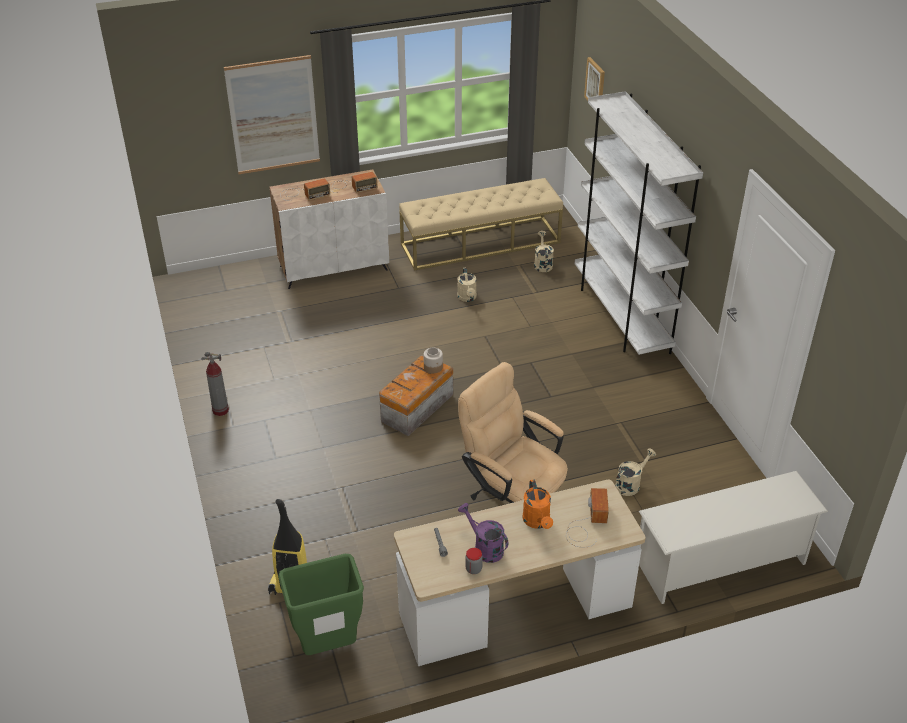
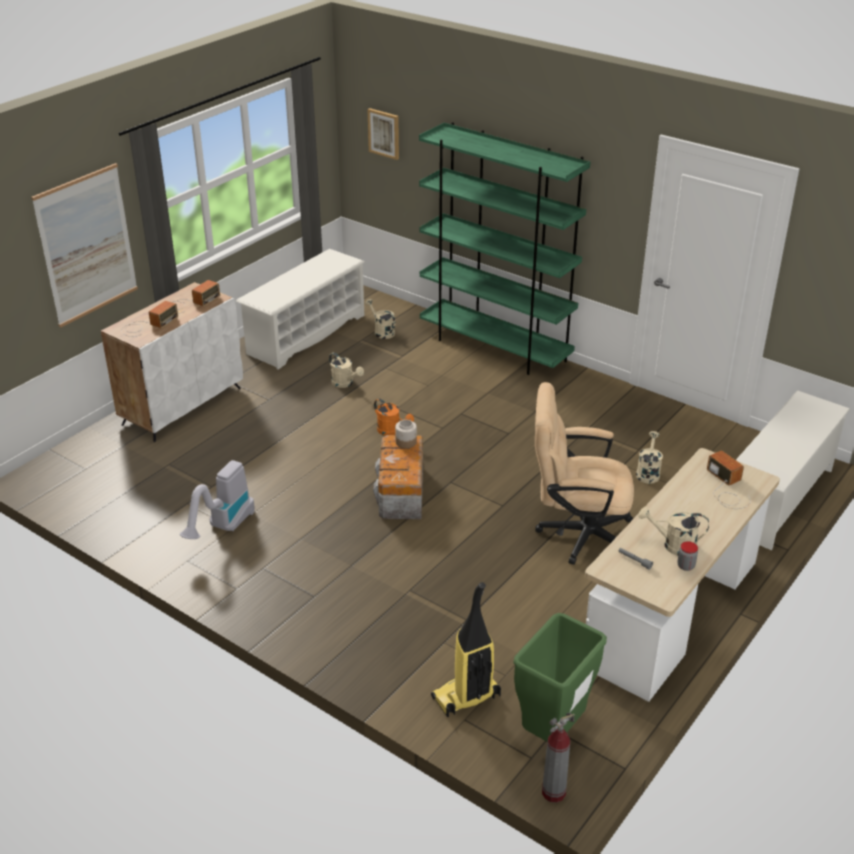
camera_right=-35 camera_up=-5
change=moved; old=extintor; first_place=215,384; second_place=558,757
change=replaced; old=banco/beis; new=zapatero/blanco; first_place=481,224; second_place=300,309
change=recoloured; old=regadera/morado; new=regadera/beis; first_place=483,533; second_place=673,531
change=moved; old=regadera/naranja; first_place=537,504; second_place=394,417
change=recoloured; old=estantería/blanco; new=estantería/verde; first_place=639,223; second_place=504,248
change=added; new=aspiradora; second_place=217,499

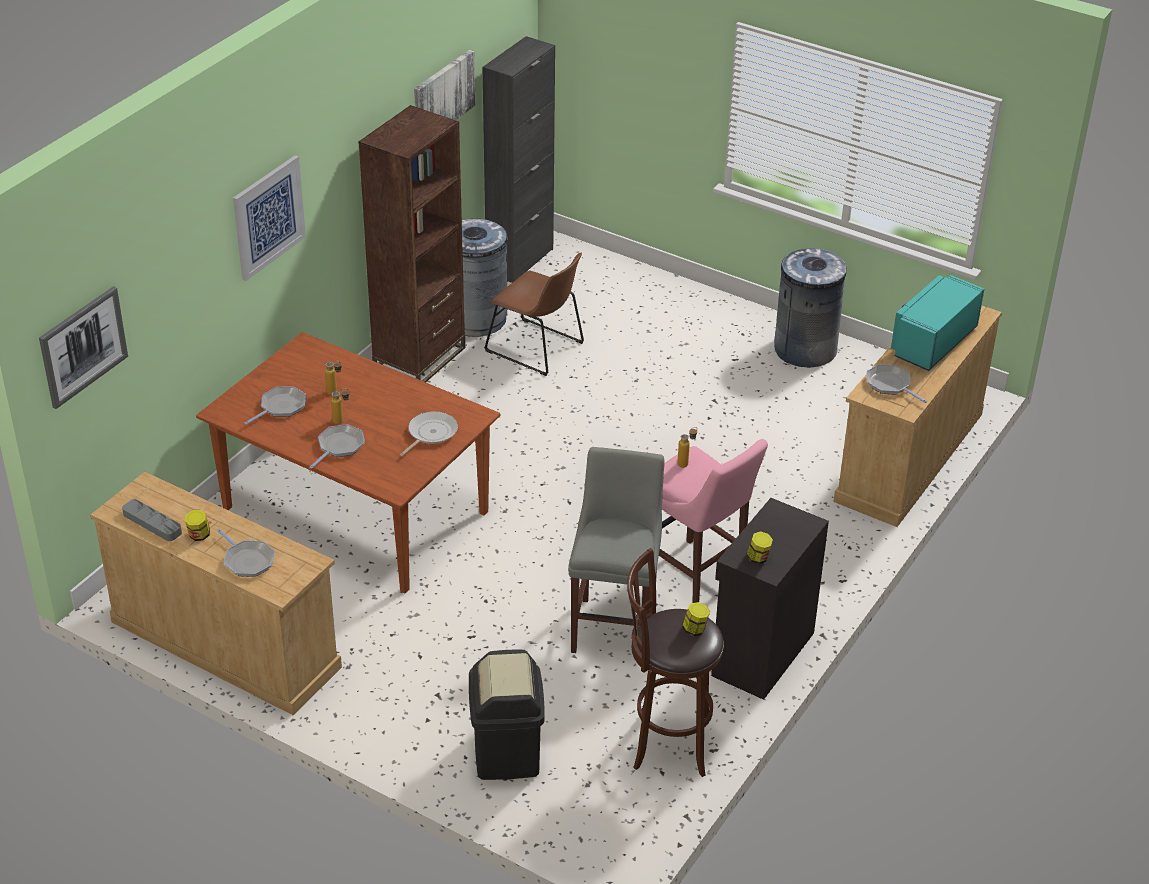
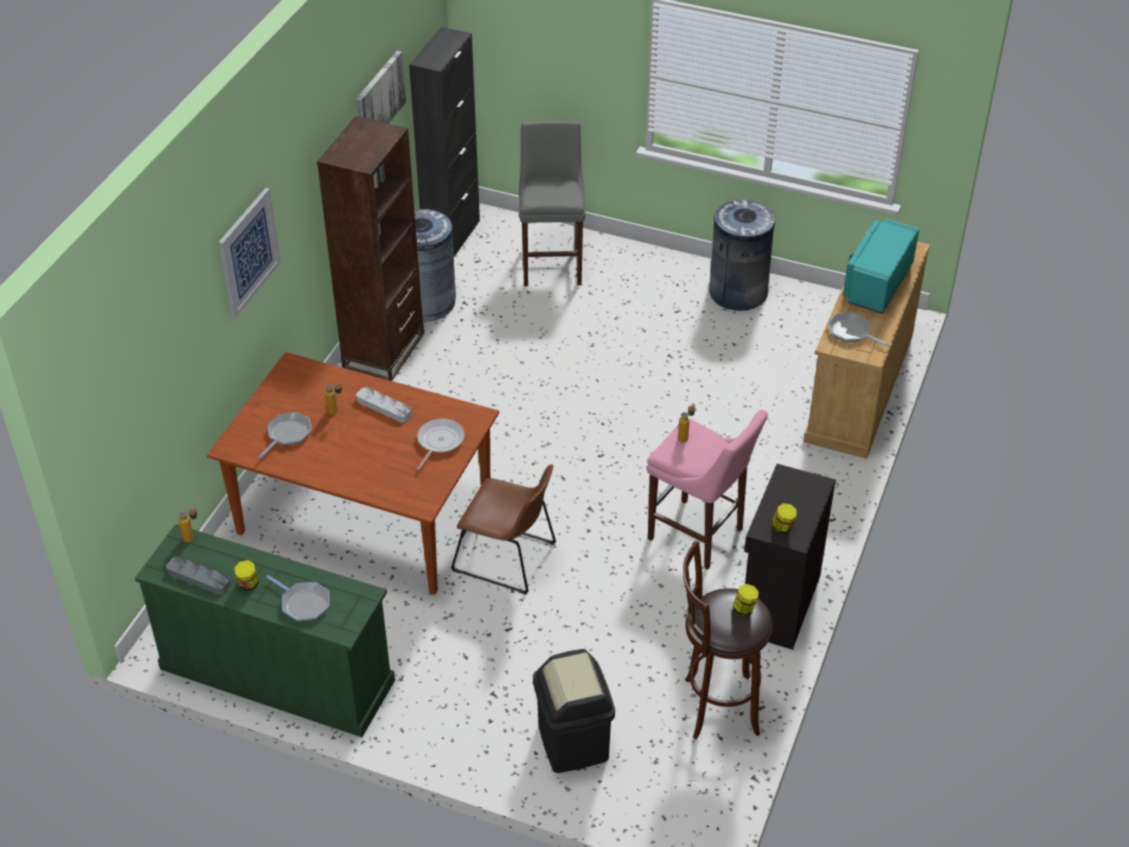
camera_right=-10 camera_up=5
change=removed; old=cuadro; first_place=83,347
change=recoloured; old=cómoda/beis; new=cómoda/verde; first_place=216,594; second_place=265,630
change=removed; old=sartén; first_place=337,446
change=moved; old=botella; first_place=340,406; second_place=188,525
change=moved; old=silla/marrón; first_place=534,314; second_place=503,529
change=moved; old=taburete/gris; first_place=616,550; second_place=552,203
change=added; new=bandeja/gris; second_place=384,405

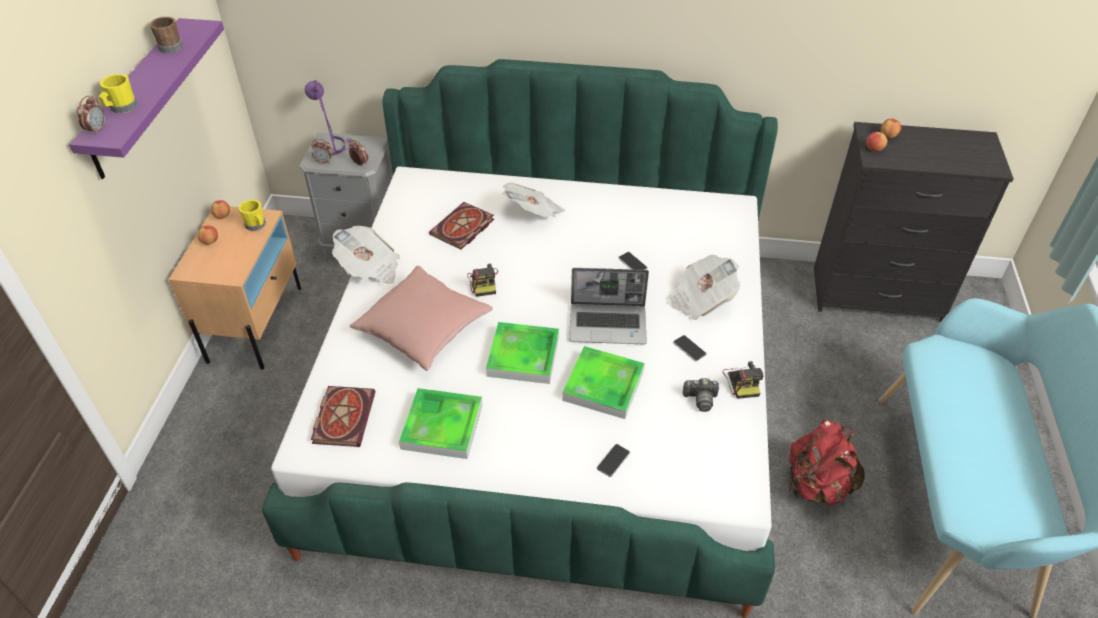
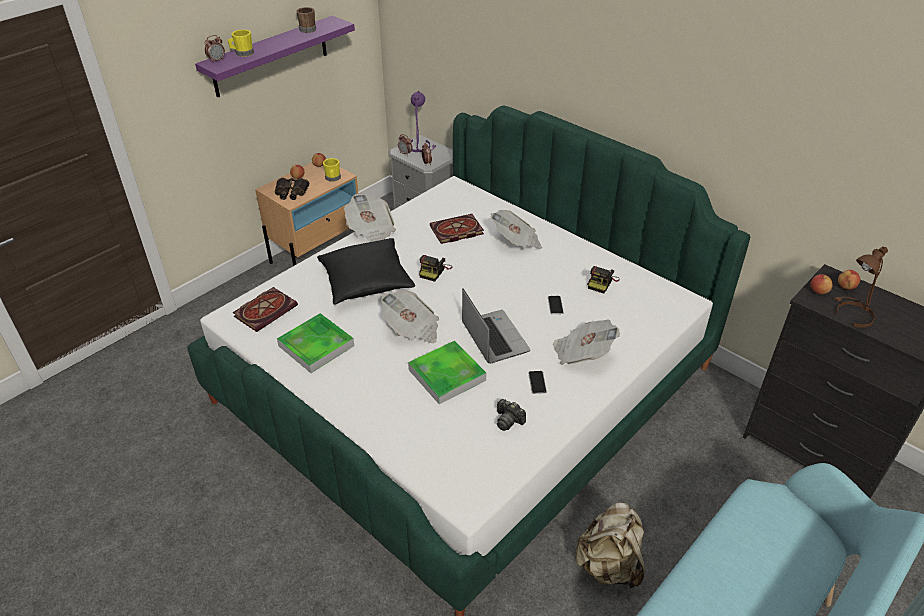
camera_right=35 camera_up=-5
change=recoloured; old=cojín/rosa; new=cojín/negro; first_place=421,318; second_place=366,271
change=replaced; old=bandeja; new=periódico; first_place=522,353; second_place=410,316
change=turned; old=portátil; first_place=609,306; second_place=496,326; degrees=-150
change=removed; old=móvil; first_place=613,460
change=moved; old=cámara; first_place=743,380; second_place=603,280
change=recoloured; old=mochila/rojo; new=mochila/beis; first_place=826,463; second_place=609,545
change=added; new=prismáticos; second_place=292,189
change=added; new=lámpara de mesa/marrón; second_place=861,287

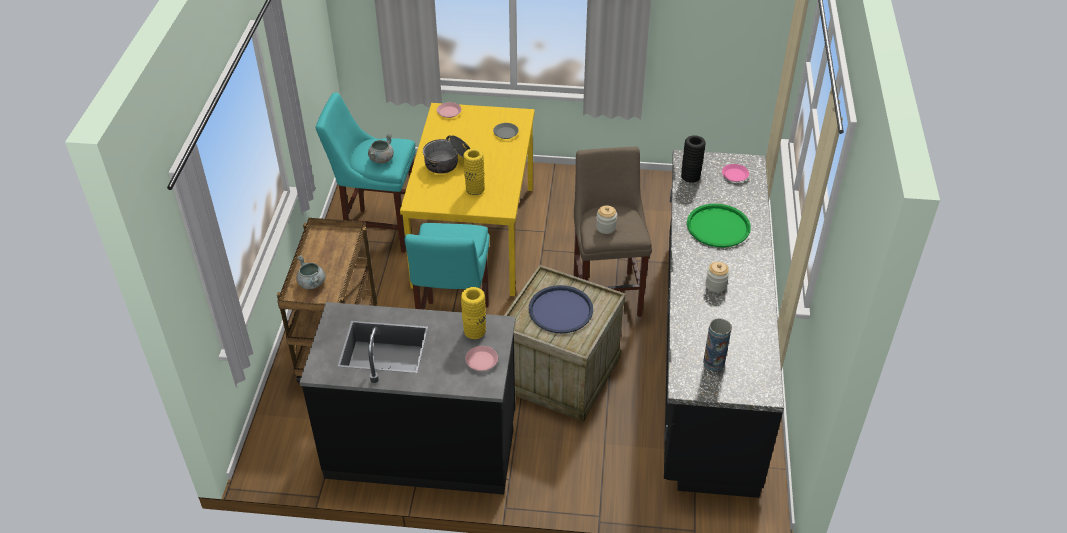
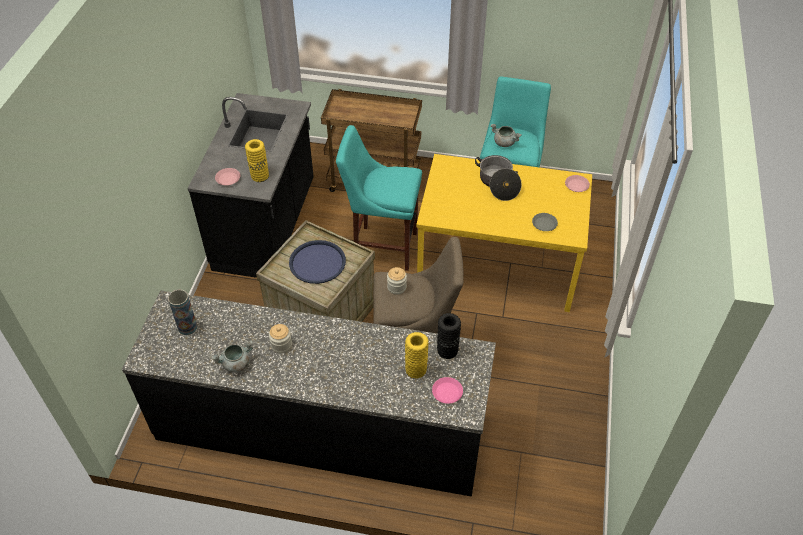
camera_right=95 camera_up=5
change=moved; old=olla/gris; first_place=311,272; second_place=232,356
change=moved; old=florero/amarillo; first_place=474,171; second_place=417,355
change=removed; old=bandeja/verde; first_place=719,226

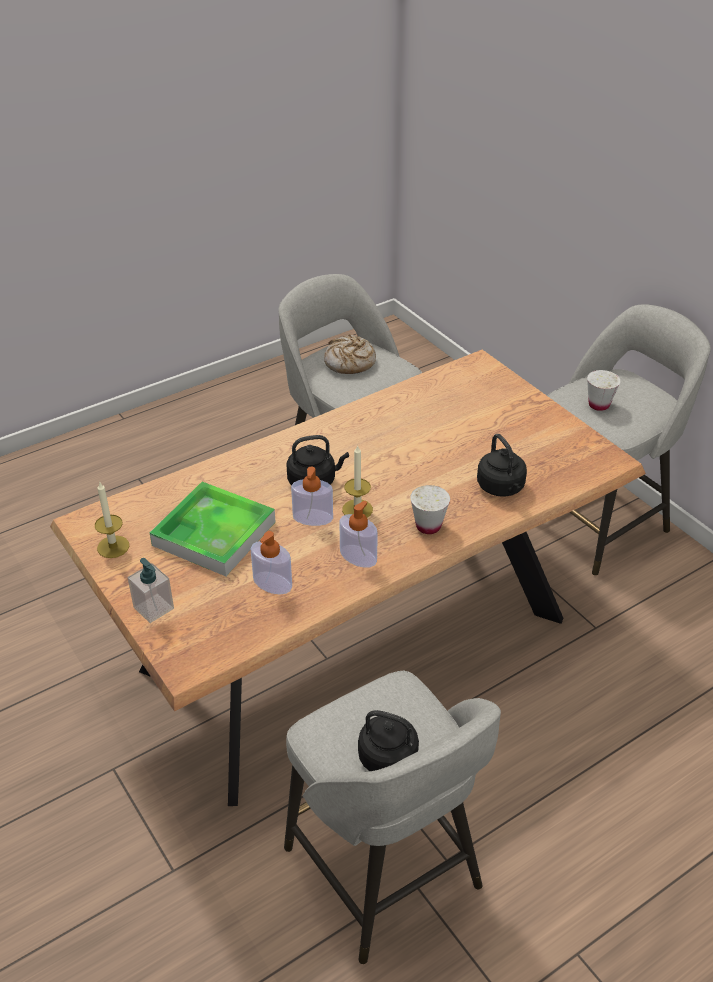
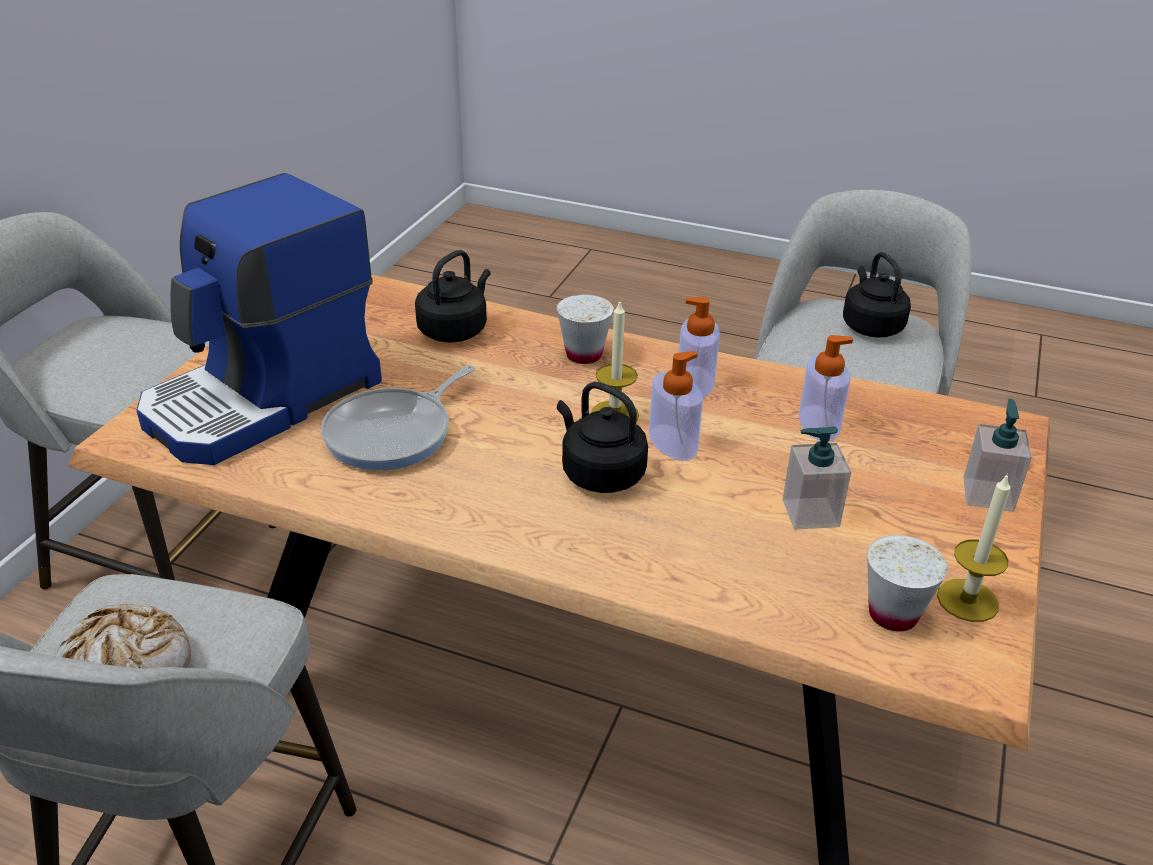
camera_right=-125 camera_up=-5
change=replaced; old=bandeja; new=dispensador de jabón; first_place=213,529; second_place=817,478
change=moved; old=taza/blanco; first_place=604,390; second_place=907,583
change=added; new=cafetera; second_place=259,319
change=added; new=sartén; second_place=398,417

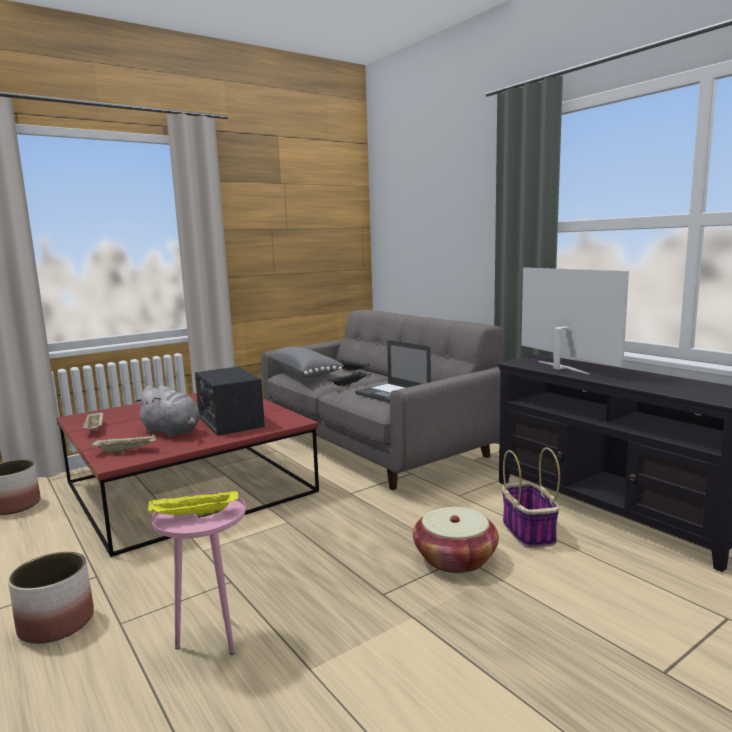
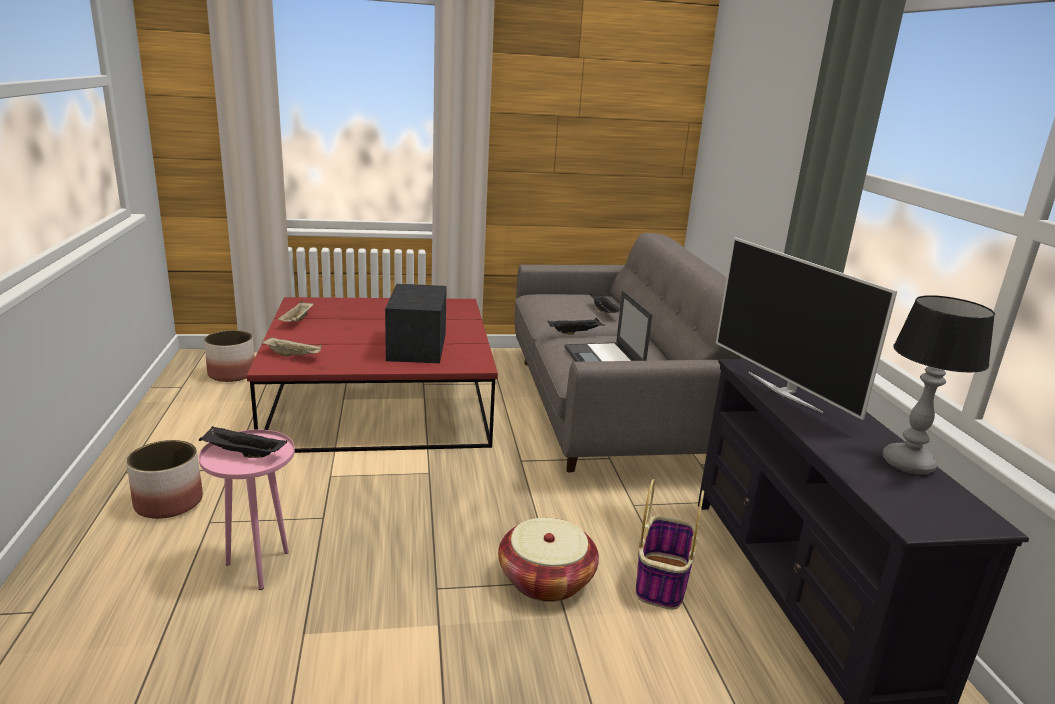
camera_right=25 camera_up=10
change=removed; old=peluche/gris; first_place=168,412
change=recoloured; old=bandeja/amarillo; new=bandeja/negro; first_place=193,503; second_place=243,442
change=removed; old=cojín/gris; first_place=307,362
change=turned; old=televisor; first_place=575,321; second_place=806,328; degrees=150
change=added; new=lámpara de mesa; second_place=939,384

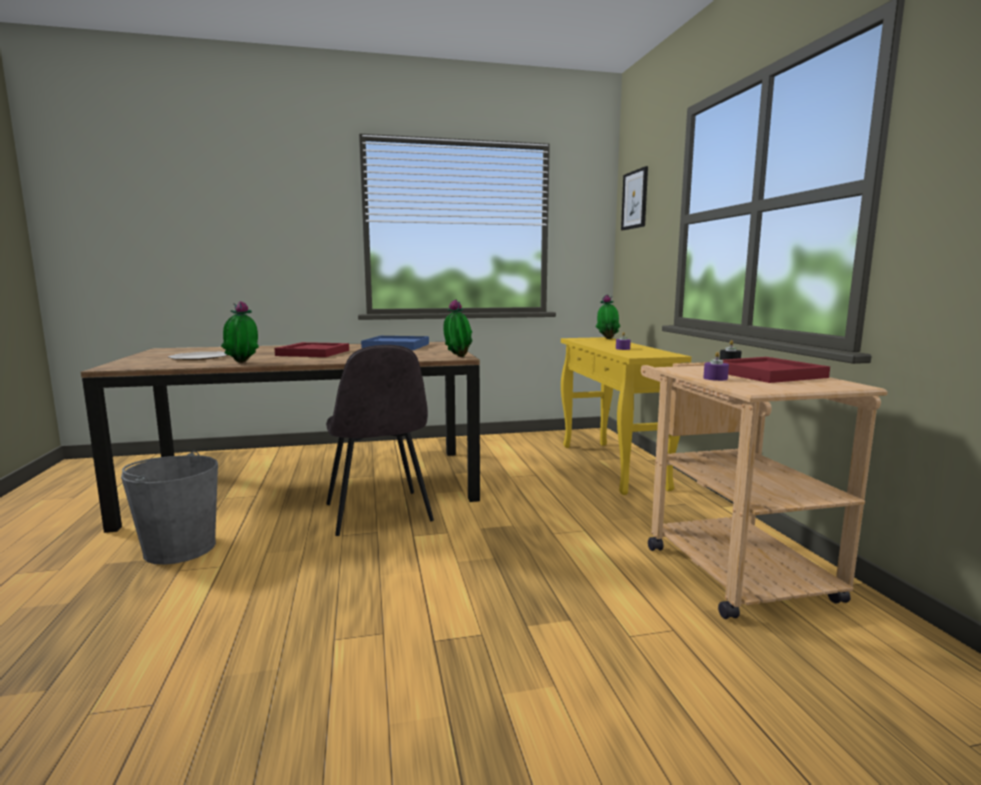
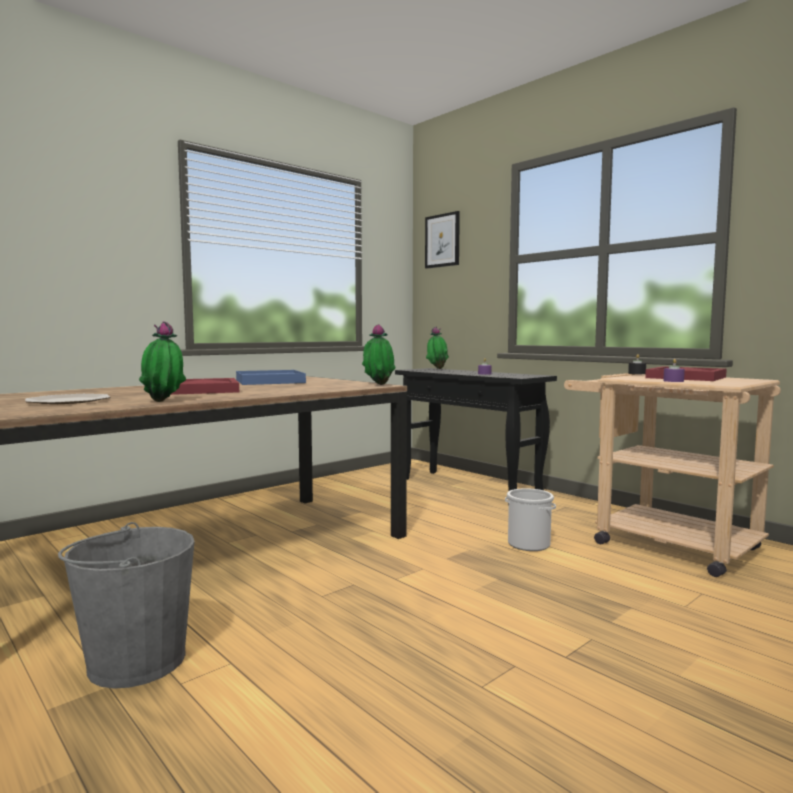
camera_right=-30 camera_up=-5
change=removed; old=silla/gris; first_place=380,440
change=recoloured; old=mesa consola/amarillo; new=mesa consola/negro; first_place=626,416; second_place=476,437
change=added; new=cubo; second_place=530,519

